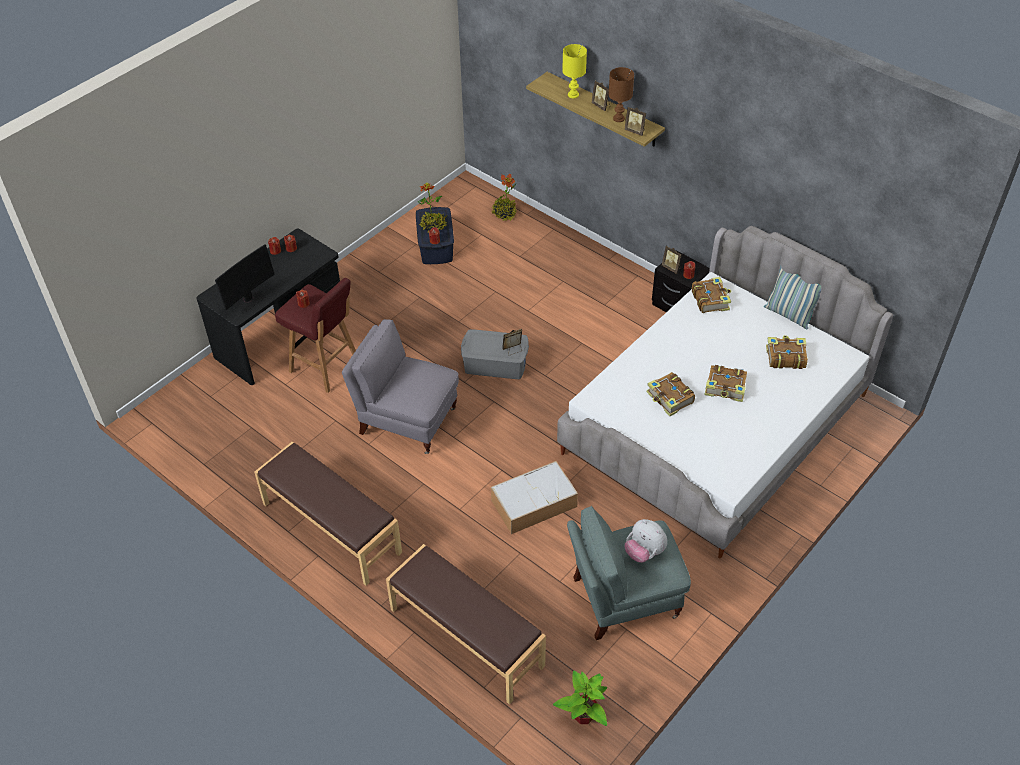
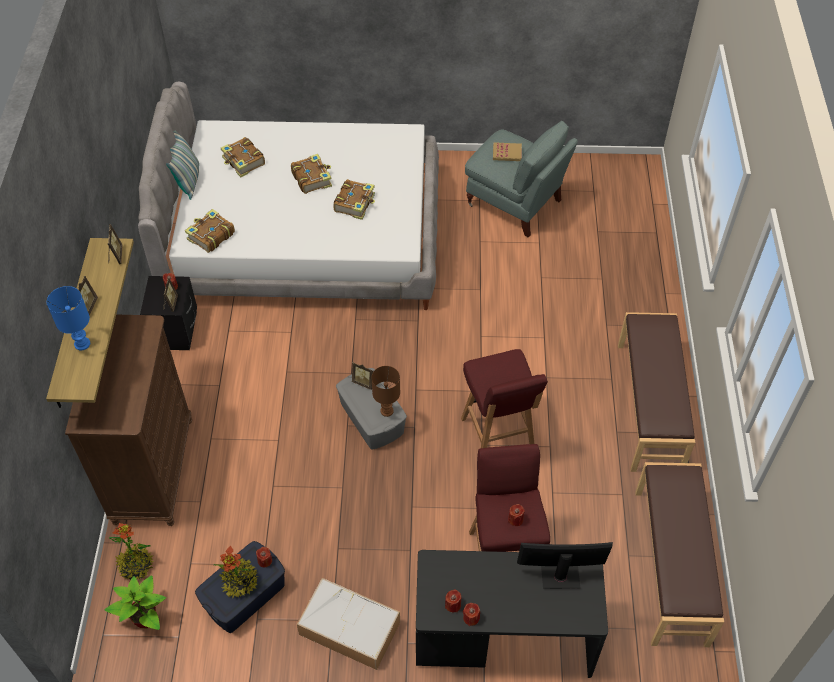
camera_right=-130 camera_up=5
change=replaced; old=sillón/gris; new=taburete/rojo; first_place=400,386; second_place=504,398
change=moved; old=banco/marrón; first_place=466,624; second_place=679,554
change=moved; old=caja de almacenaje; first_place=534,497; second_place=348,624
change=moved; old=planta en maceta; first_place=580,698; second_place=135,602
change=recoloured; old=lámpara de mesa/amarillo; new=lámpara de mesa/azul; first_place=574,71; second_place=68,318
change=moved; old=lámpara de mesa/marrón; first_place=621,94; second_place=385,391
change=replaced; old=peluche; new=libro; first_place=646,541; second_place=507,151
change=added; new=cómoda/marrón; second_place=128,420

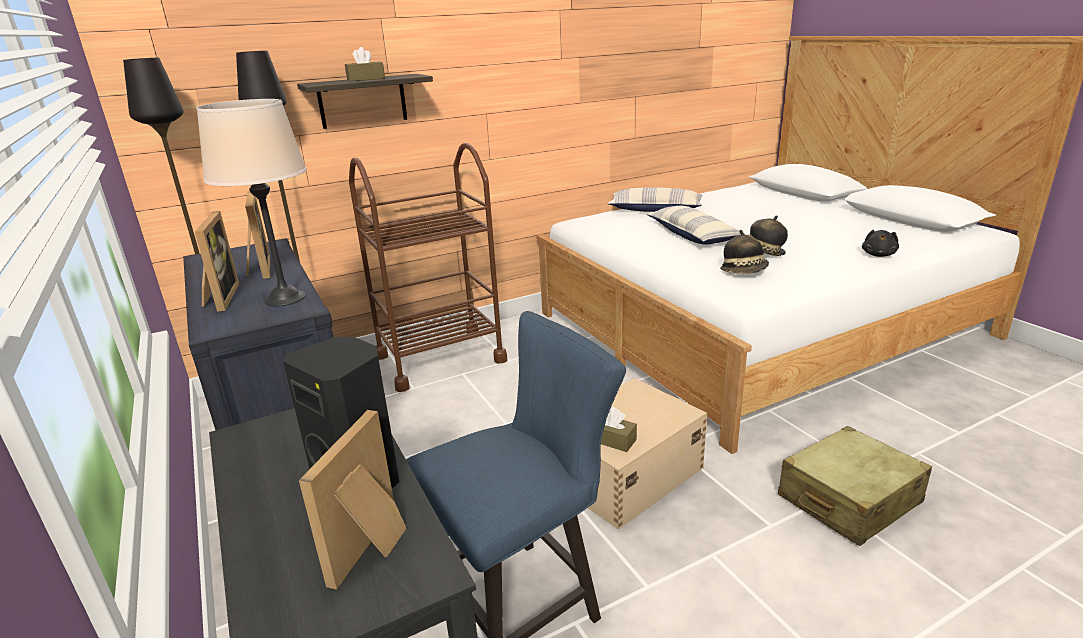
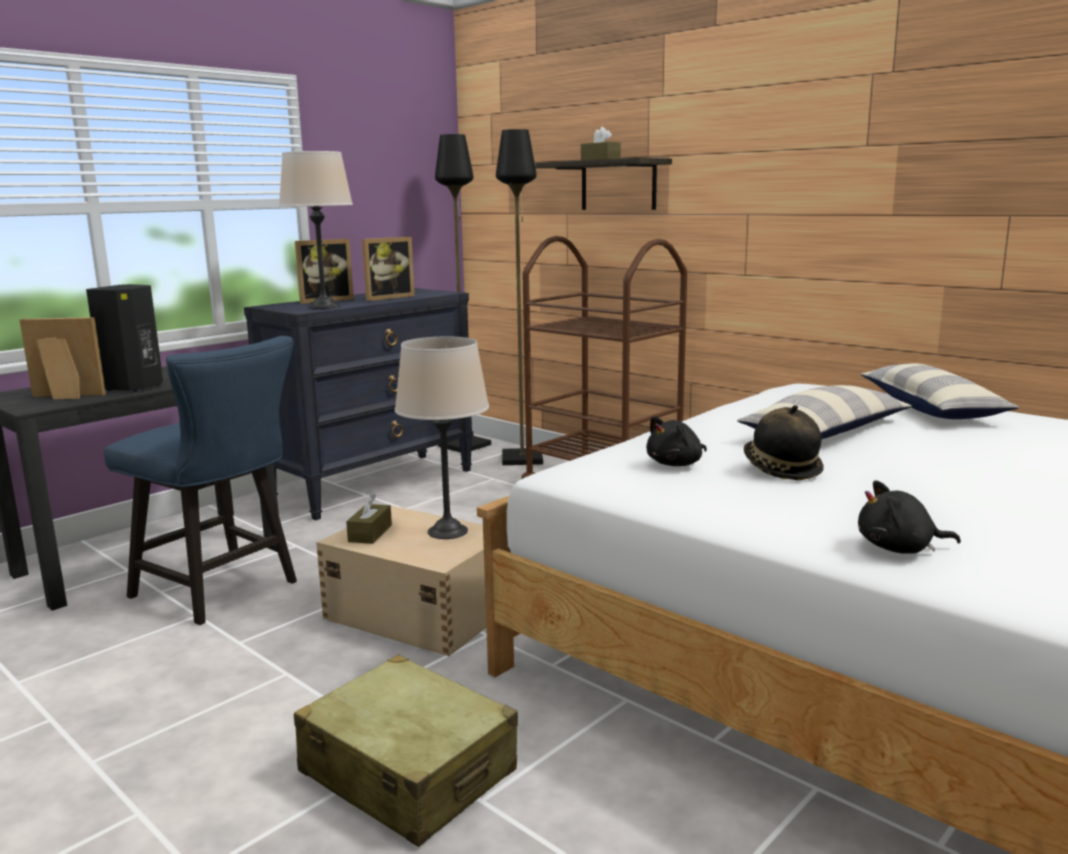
camera_right=70 camera_up=-10
change=replaced; old=sombrero; new=peluche/negro; first_place=744,252; second_place=676,441
change=added; new=lámpara de mesa/beis; second_place=442,437

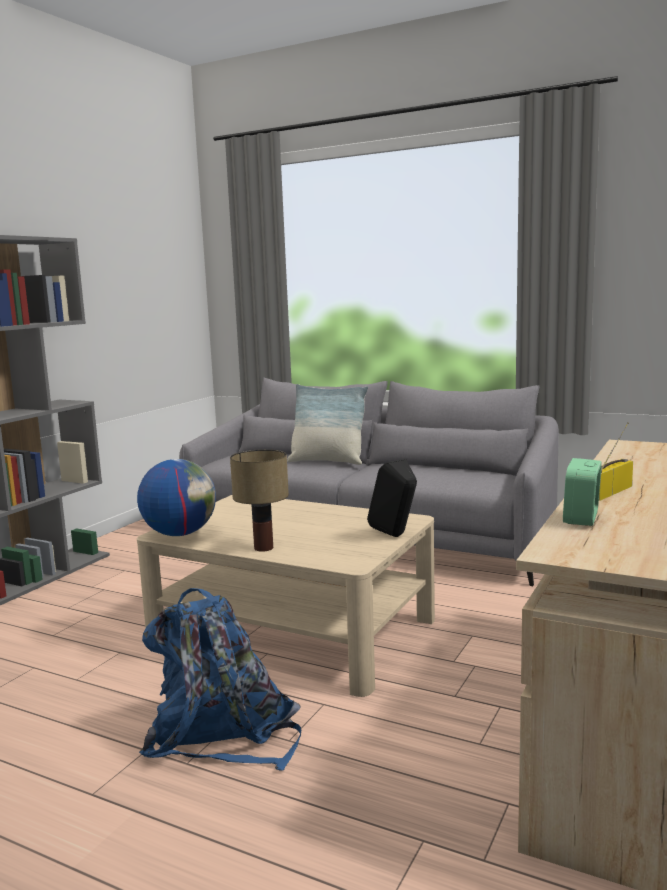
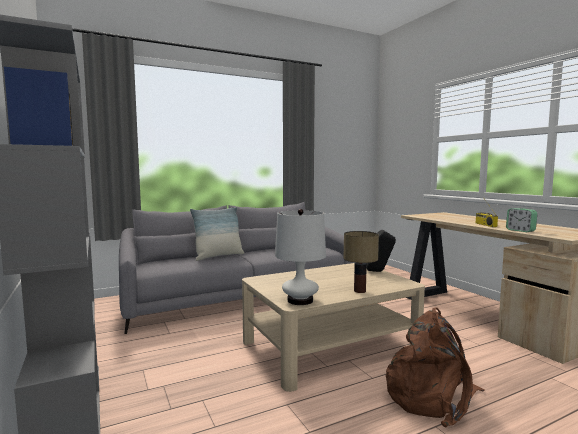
camera_right=-55 camera_up=-5
change=replaced; old=globo terráqueo; new=lámpara de mesa/blanco; first_place=176,497; second_place=300,257
change=recoloured; old=mochila/azul; new=mochila/marrón; first_place=220,679; second_place=435,368

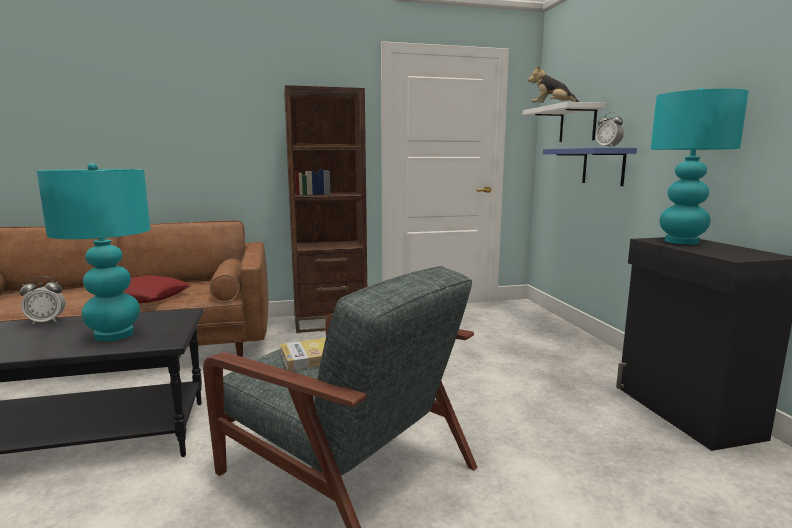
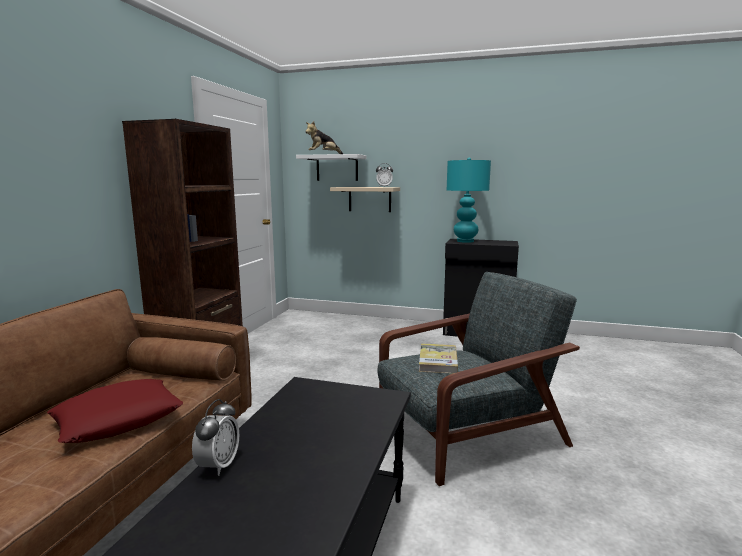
camera_right=-60 camera_up=0
change=removed; old=lámpara de mesa/turquesa; first_place=94,252
change=recoloured; old=estante/azul; new=estante/beis; first_place=590,167; second_place=365,199

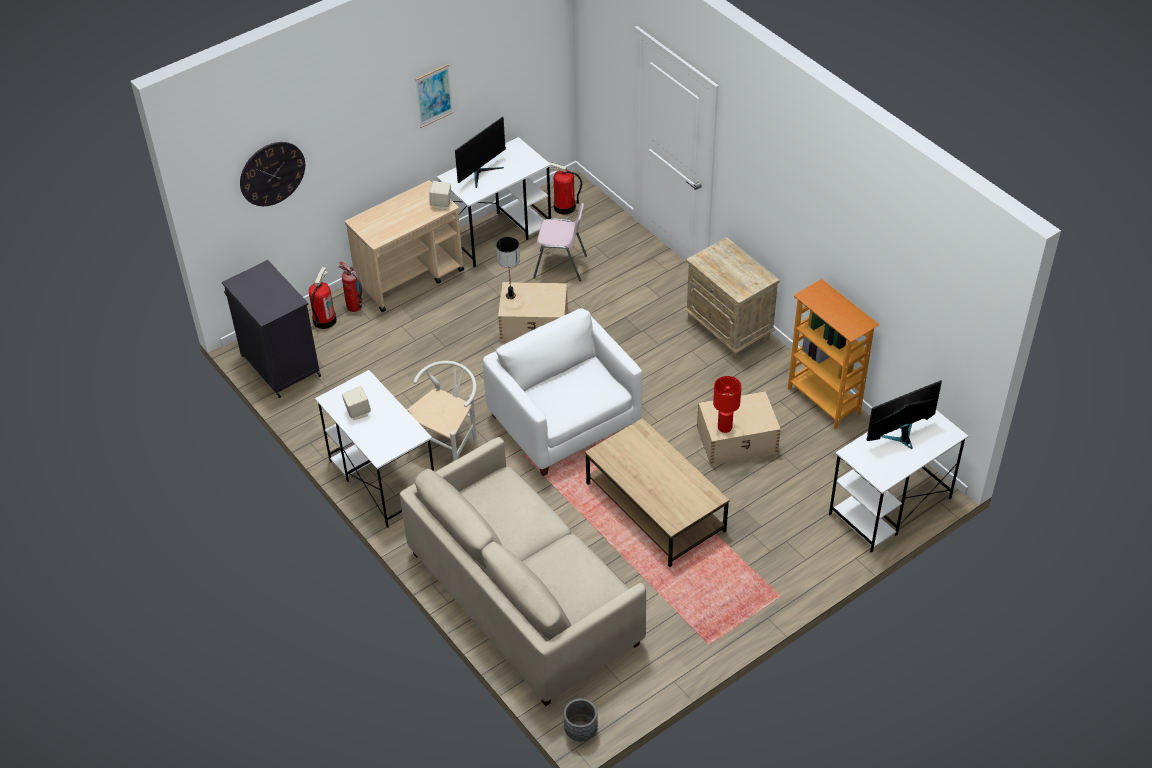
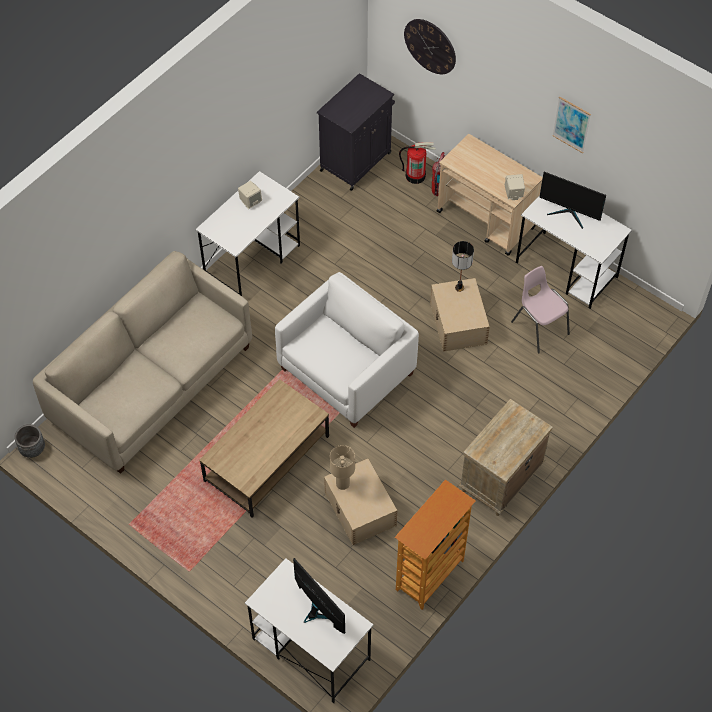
camera_right=75 camera_up=10
change=removed; old=silla/blanco; first_place=442,411
change=turned; old=silla/rosa; first_place=560,242; second_place=540,309; degrees=150
change=removed; old=extintor; first_place=563,188
change=recoloured; old=lámpara de mesa/rojo; new=lámpara de mesa/beis; first_place=727,404; second_place=342,467

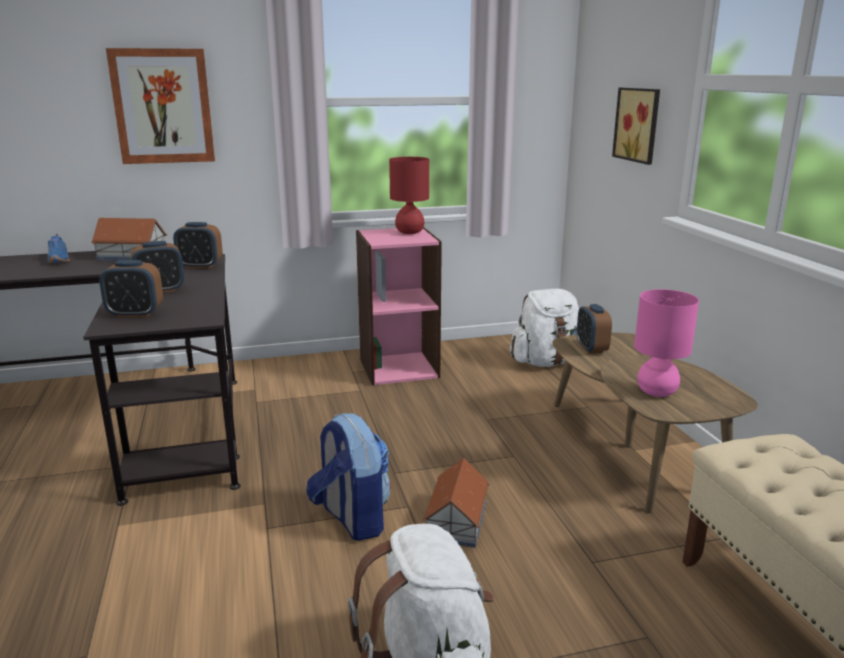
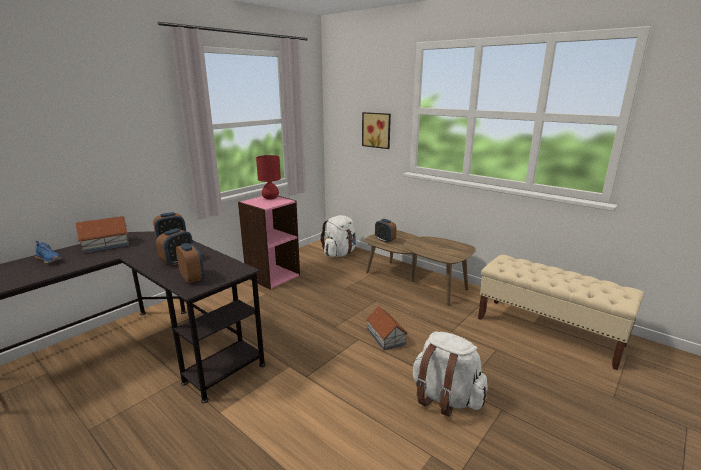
camera_right=-35 camera_up=0
change=turned; old=despertador; first_place=131,289; second_place=190,263; degrees=-90
change=removed; old=cuadro; first_place=160,106
change=removed; old=mochila; first_place=348,477
change=removed; old=lámpara de mesa/rosa; first_place=666,343

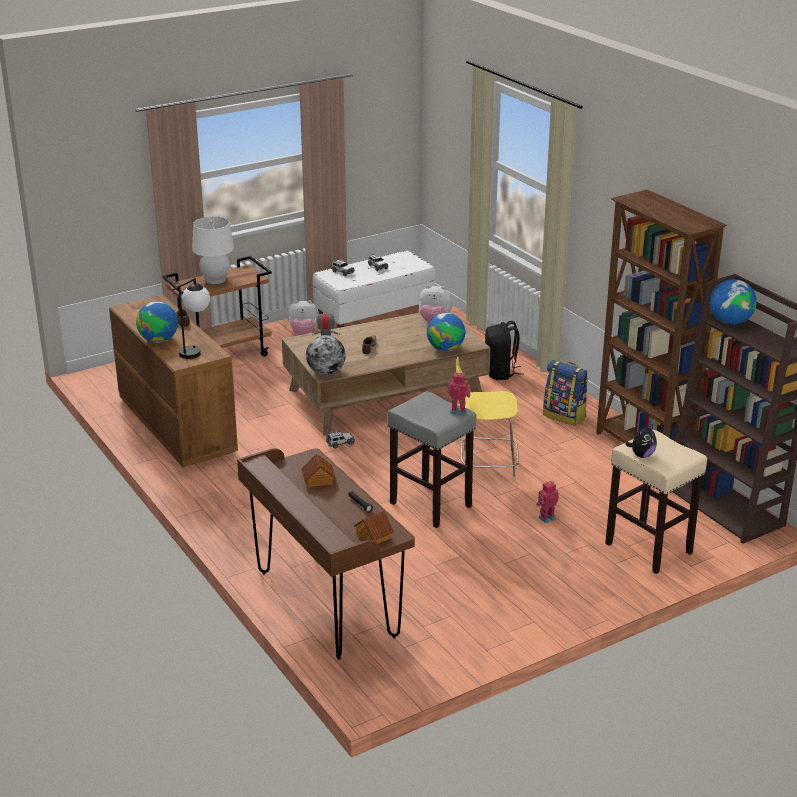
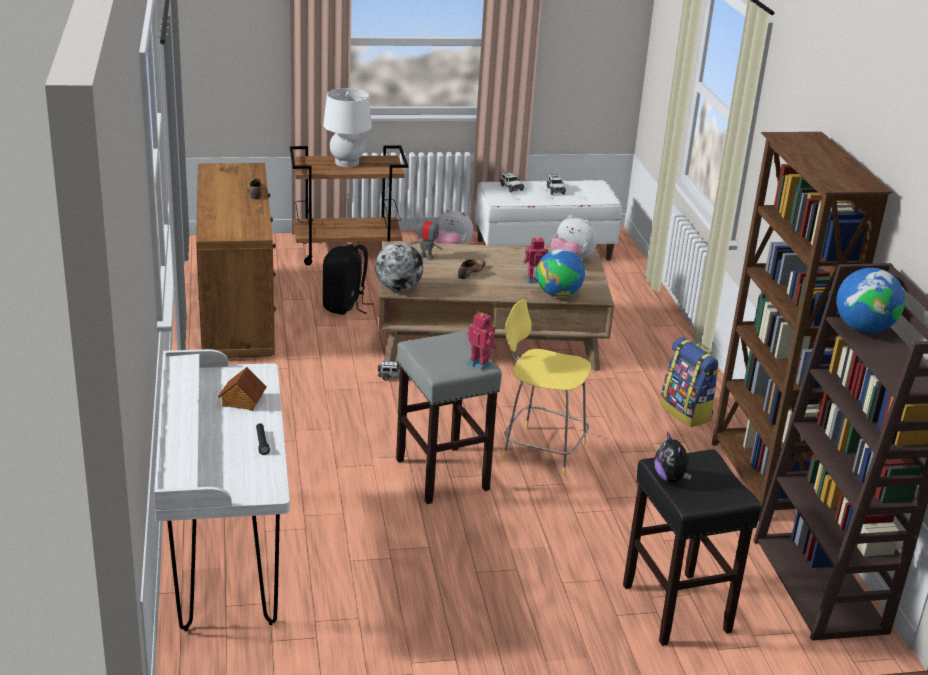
camera_right=20 camera_up=0
change=removed; old=globo terráqueo; first_place=157,322
change=removed; old=lámpara de mesa; first_place=191,318
change=recoloured; old=escritorio/marrón; new=escritorio/blanco; first_place=326,554; second_place=222,490
change=removed; old=casita; first_place=374,527
change=moved; old=mochila/negro; first_place=504,350; second_place=348,279
change=moved; old=robot de juguete; first_place=547,502; second_place=536,260
change=recoloured; old=taburete/beis; new=taburete/negro; first_place=656,502; second_place=692,547
change=turned; old=peluche; first_place=641,441; second_place=673,457; degrees=90

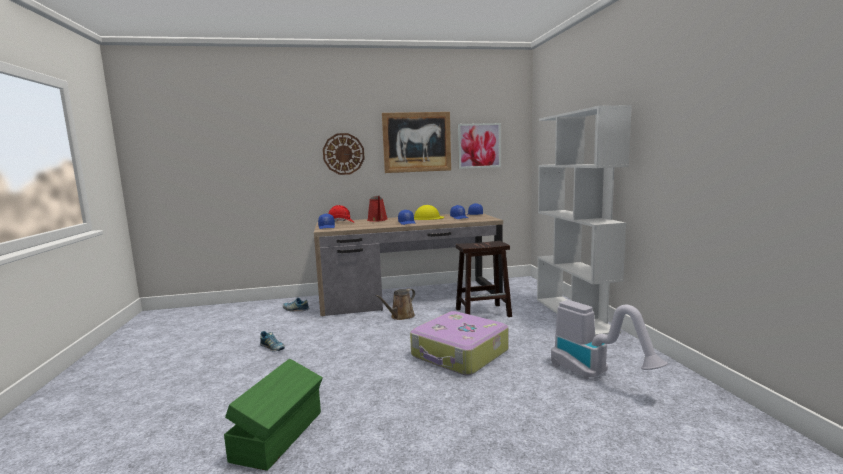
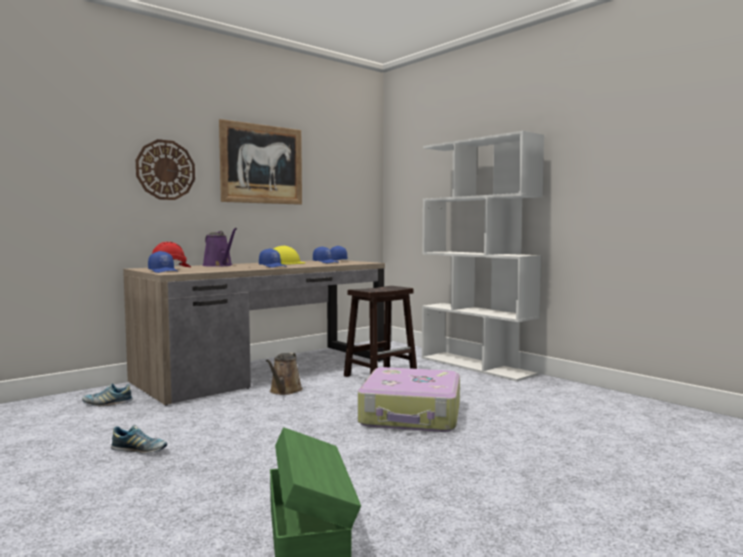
camera_right=-30 camera_up=-5
change=recoloured; old=regadera/rojo; new=regadera/morado; first_place=377,208; second_place=220,247
change=removed; old=cuadro; first_place=479,146
change=removed; old=aspiradora; first_place=609,340

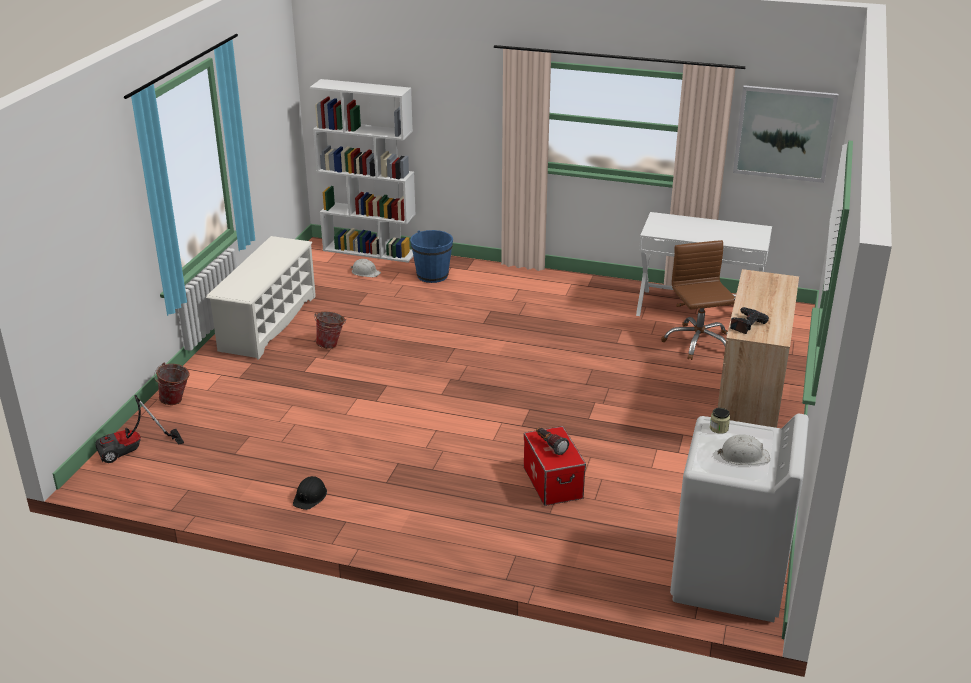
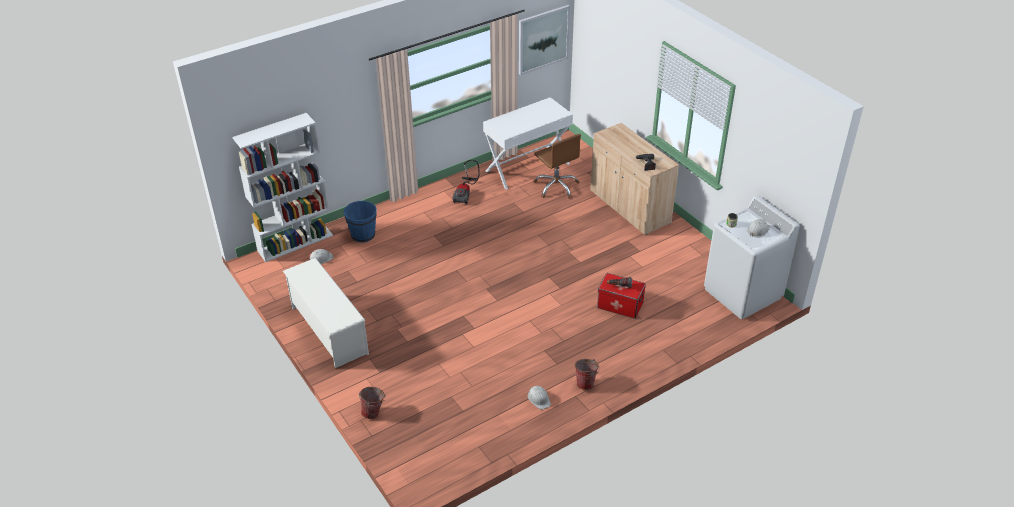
camera_right=-50 camera_up=10
change=moved; old=aspiradora; first_place=139,429; second_place=466,182
change=recoloured; old=casco/negro; new=casco/blanco; first_place=310,493; second_place=539,398
change=moved; old=cubo; first_place=330,330; second_place=587,374
change=turned; old=silla de oficina/marrón; first_place=698,300; second_place=557,166; degrees=-150

